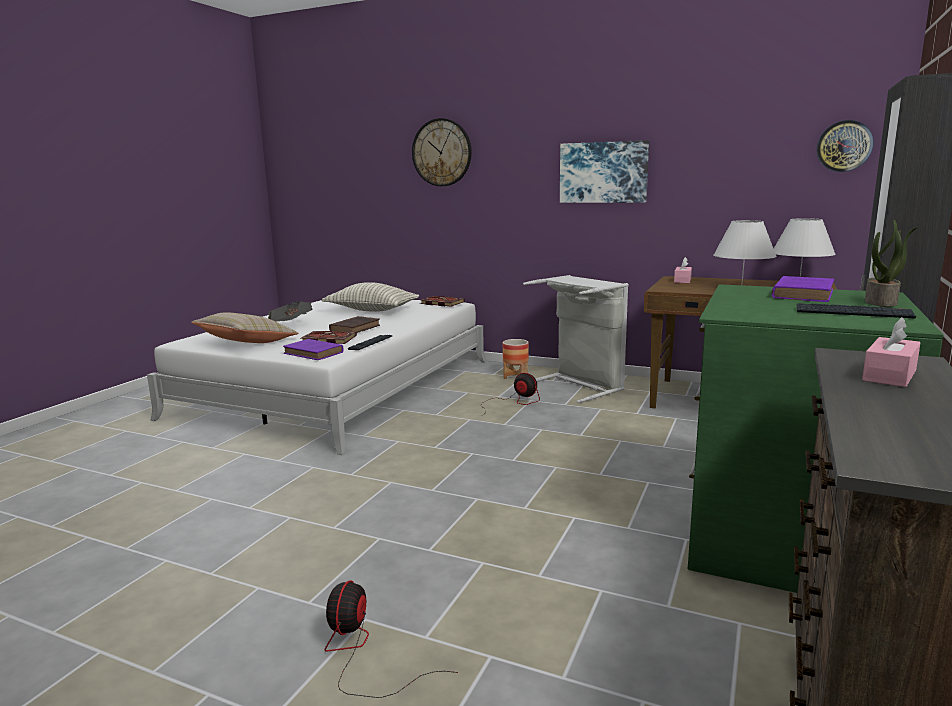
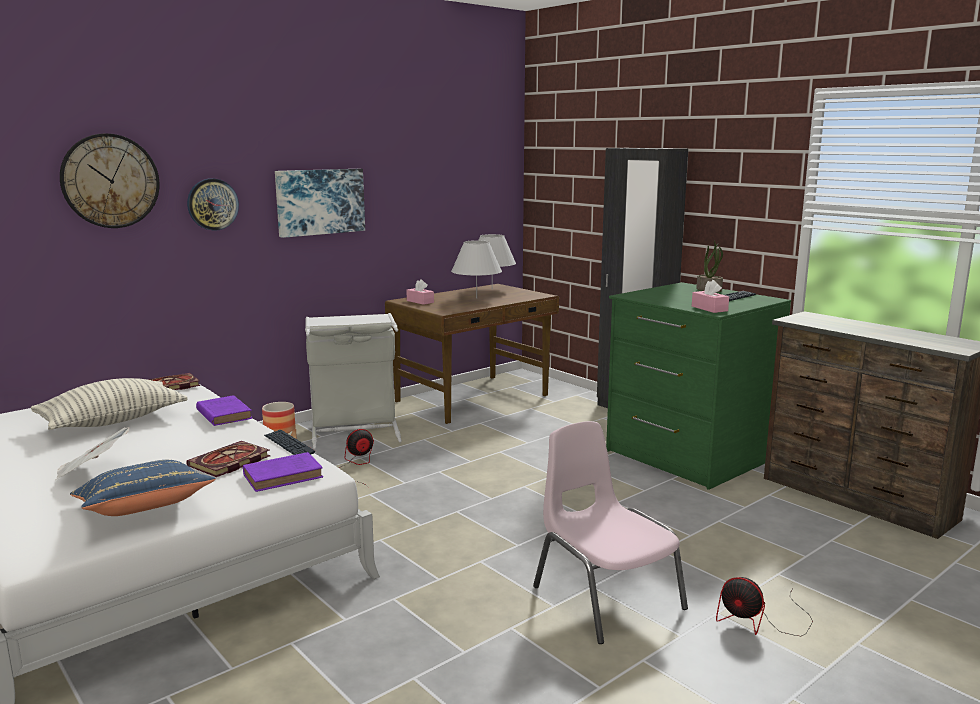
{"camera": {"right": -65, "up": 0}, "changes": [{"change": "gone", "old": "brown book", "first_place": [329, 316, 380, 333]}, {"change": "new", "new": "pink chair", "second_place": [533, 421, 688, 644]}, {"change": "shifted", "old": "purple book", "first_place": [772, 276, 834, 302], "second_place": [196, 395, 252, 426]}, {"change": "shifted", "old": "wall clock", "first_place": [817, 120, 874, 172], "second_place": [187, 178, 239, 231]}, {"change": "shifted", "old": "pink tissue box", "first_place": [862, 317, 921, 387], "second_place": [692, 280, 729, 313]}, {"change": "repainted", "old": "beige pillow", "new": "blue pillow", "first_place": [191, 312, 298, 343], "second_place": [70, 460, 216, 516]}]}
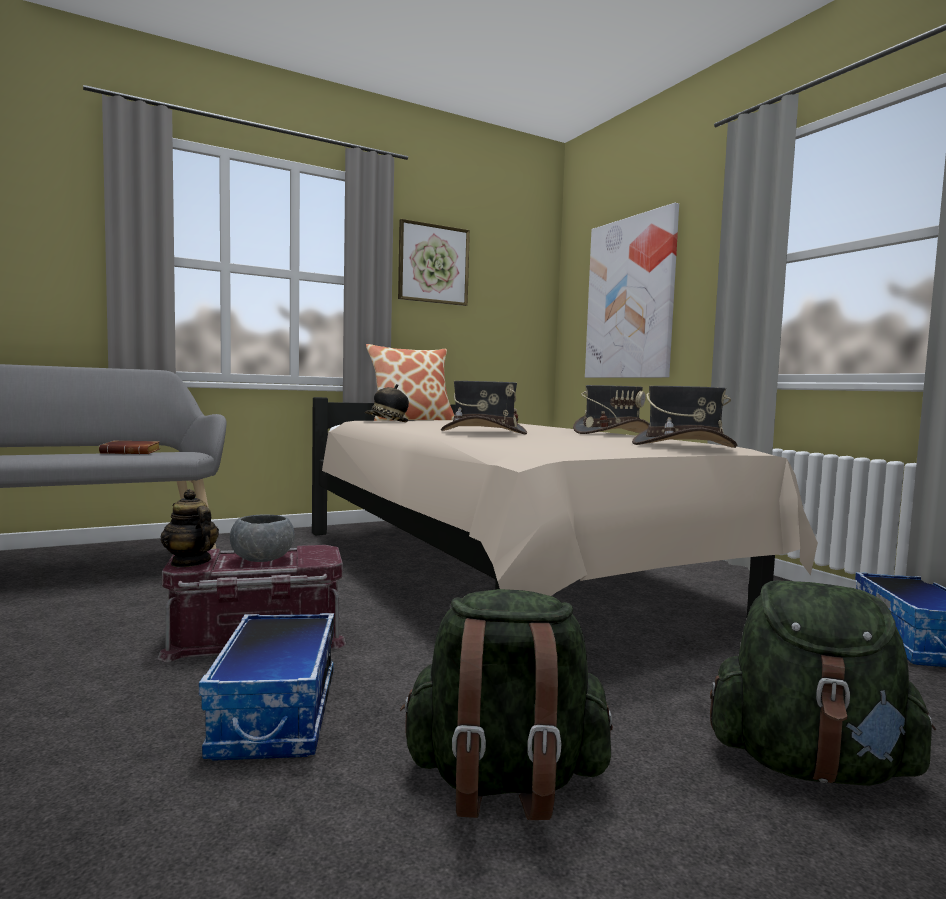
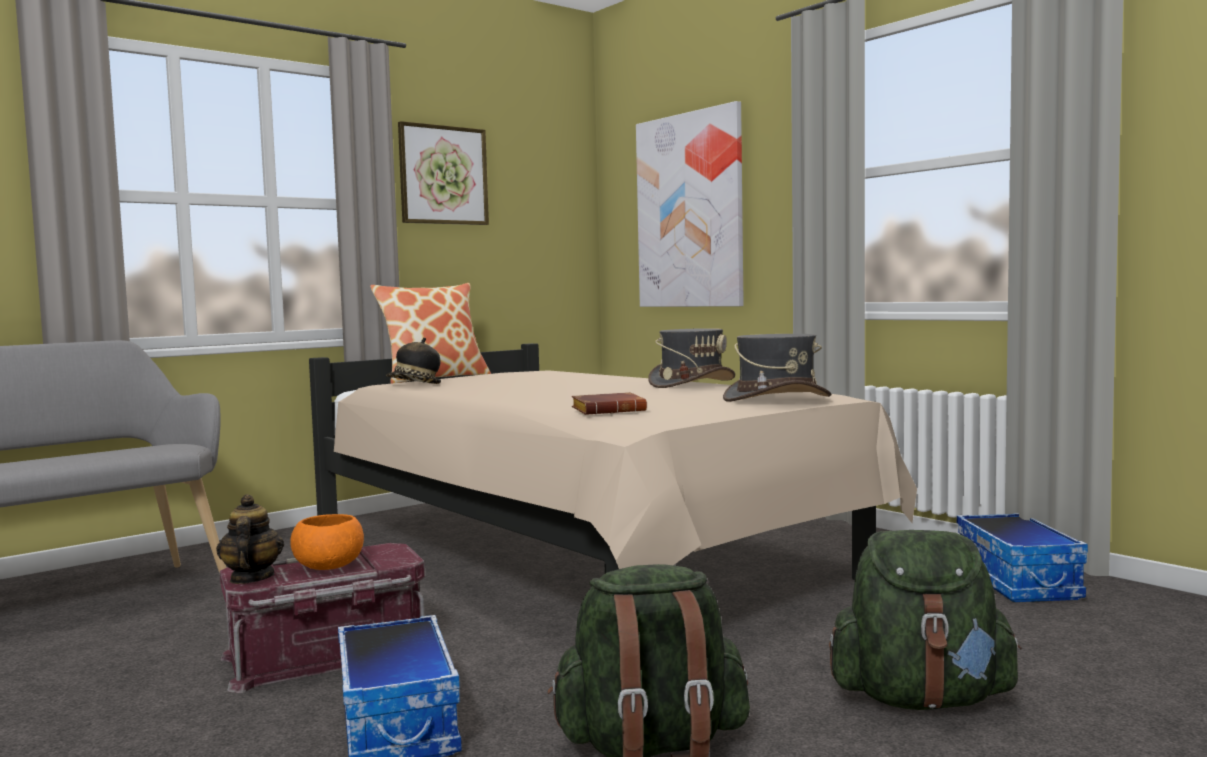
{"camera": {"right": -10, "up": 0}, "changes": [{"change": "gone", "old": "grey hat", "first_place": [441, 381, 527, 434]}, {"change": "shifted", "old": "brown book", "first_place": [99, 441, 160, 454], "second_place": [572, 392, 647, 415]}, {"change": "repainted", "old": "grey bowl", "new": "orange bowl", "first_place": [230, 514, 295, 562], "second_place": [290, 514, 364, 570]}, {"change": "rotated", "old": "teapot", "first_place": [161, 489, 219, 567], "second_place": [216, 494, 284, 584], "degrees": 45}]}
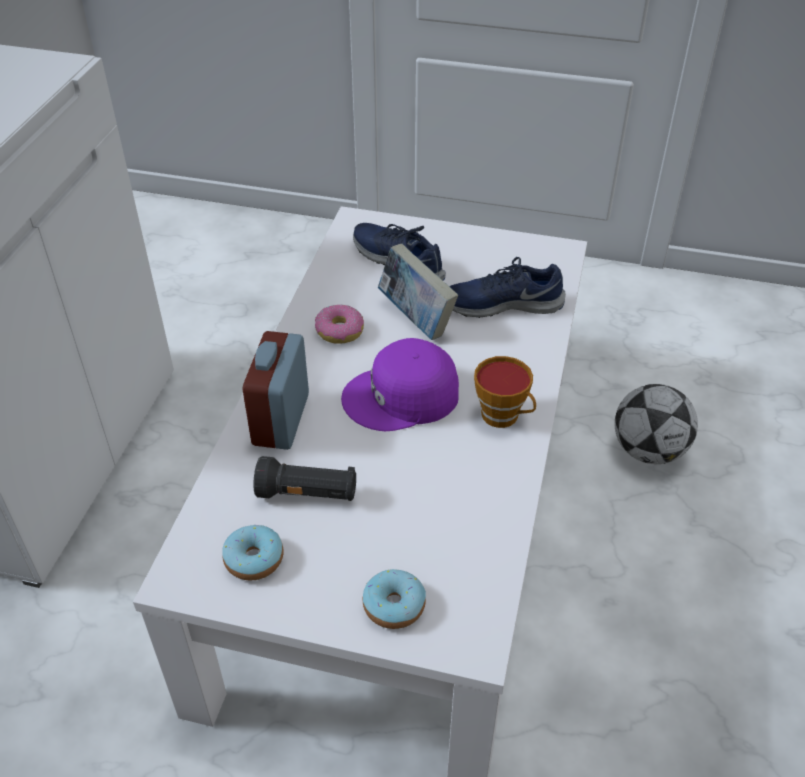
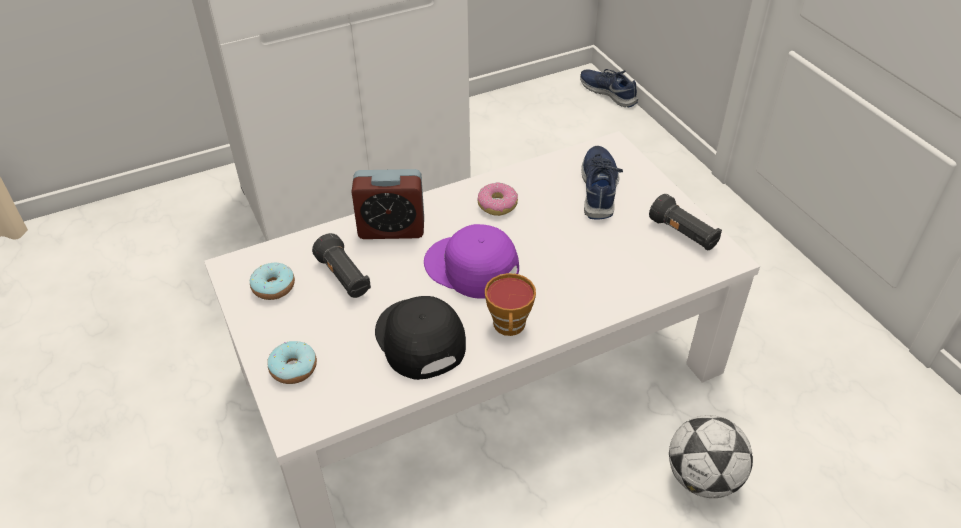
{"camera": {"right": 50, "up": 0}, "changes": [{"change": "gone", "old": "book", "first_place": [378, 244, 458, 340]}, {"change": "new", "new": "black cap", "second_place": [375, 296, 466, 380]}, {"change": "new", "new": "black flashlight", "second_place": [649, 194, 722, 250]}, {"change": "shifted", "old": "blue shoe", "first_place": [449, 257, 566, 318], "second_place": [580, 69, 638, 107]}, {"change": "rotated", "old": "alarm clock", "first_place": [243, 331, 309, 450], "second_place": [351, 169, 424, 239], "degrees": -150}]}
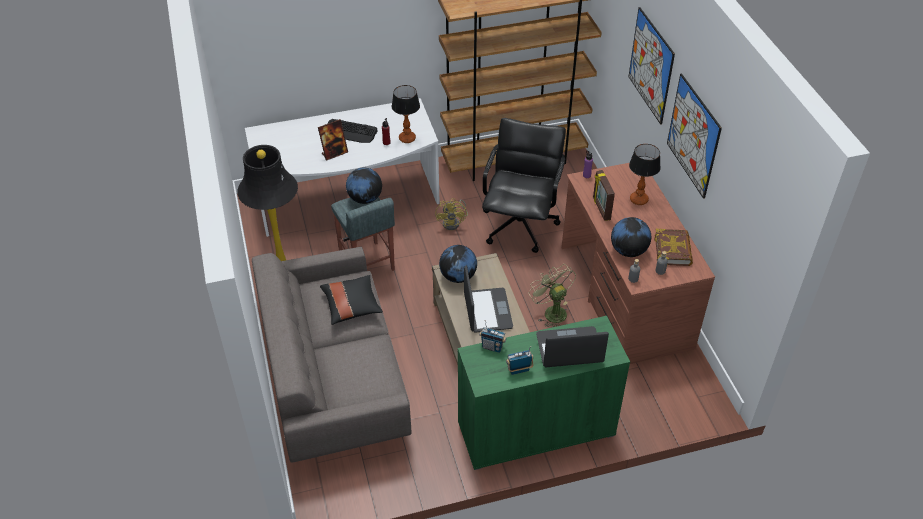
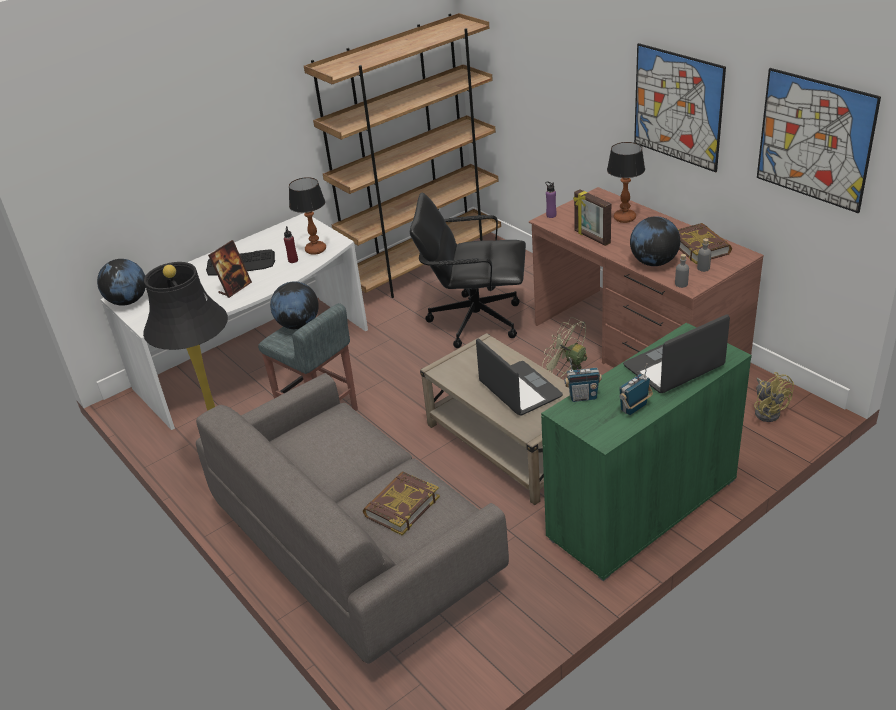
{"camera": {"right": -20, "up": -10}, "changes": [{"change": "gone", "old": "black pillow", "first_place": [320, 275, 383, 325]}, {"change": "new", "new": "book", "second_place": [363, 471, 440, 535]}, {"change": "shifted", "old": "yellow fan", "first_place": [435, 198, 468, 230], "second_place": [754, 372, 794, 422]}, {"change": "shifted", "old": "globe", "first_place": [439, 245, 477, 283], "second_place": [97, 259, 146, 306]}, {"change": "shifted", "old": "picture", "first_place": [628, 7, 675, 125], "second_place": [757, 68, 881, 213]}, {"change": "rotated", "old": "black office chair", "first_place": [482, 118, 566, 253], "second_place": [410, 193, 526, 348], "degrees": -75}]}
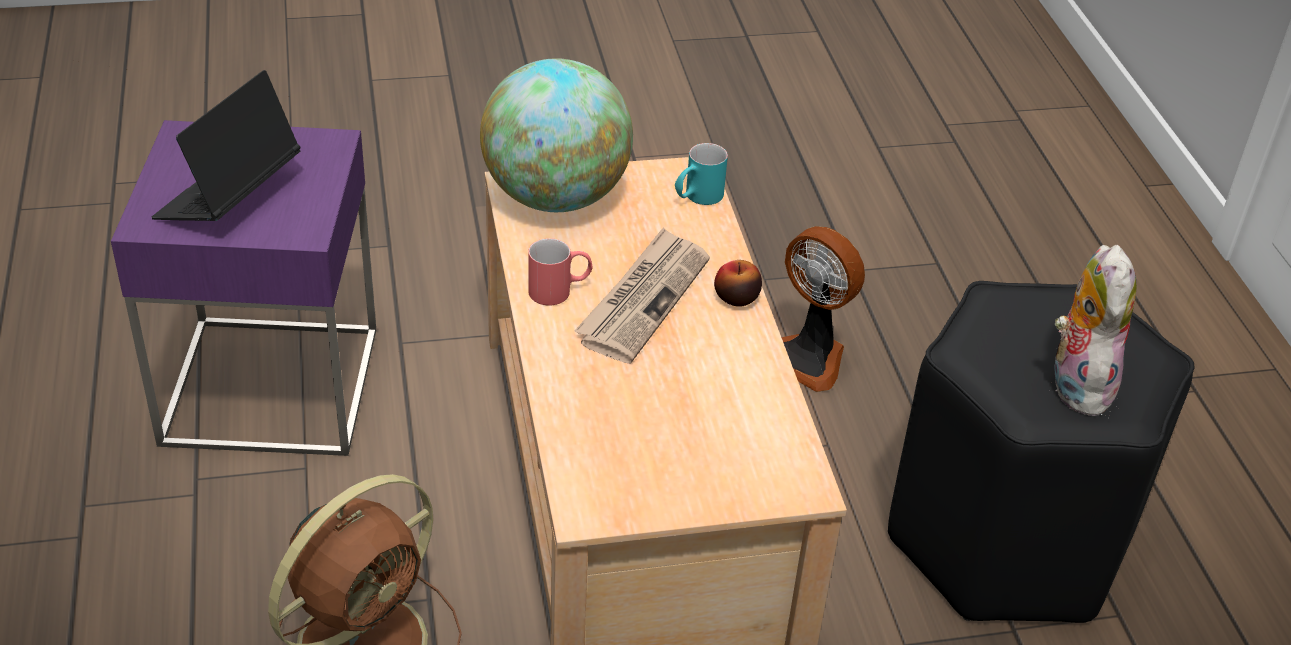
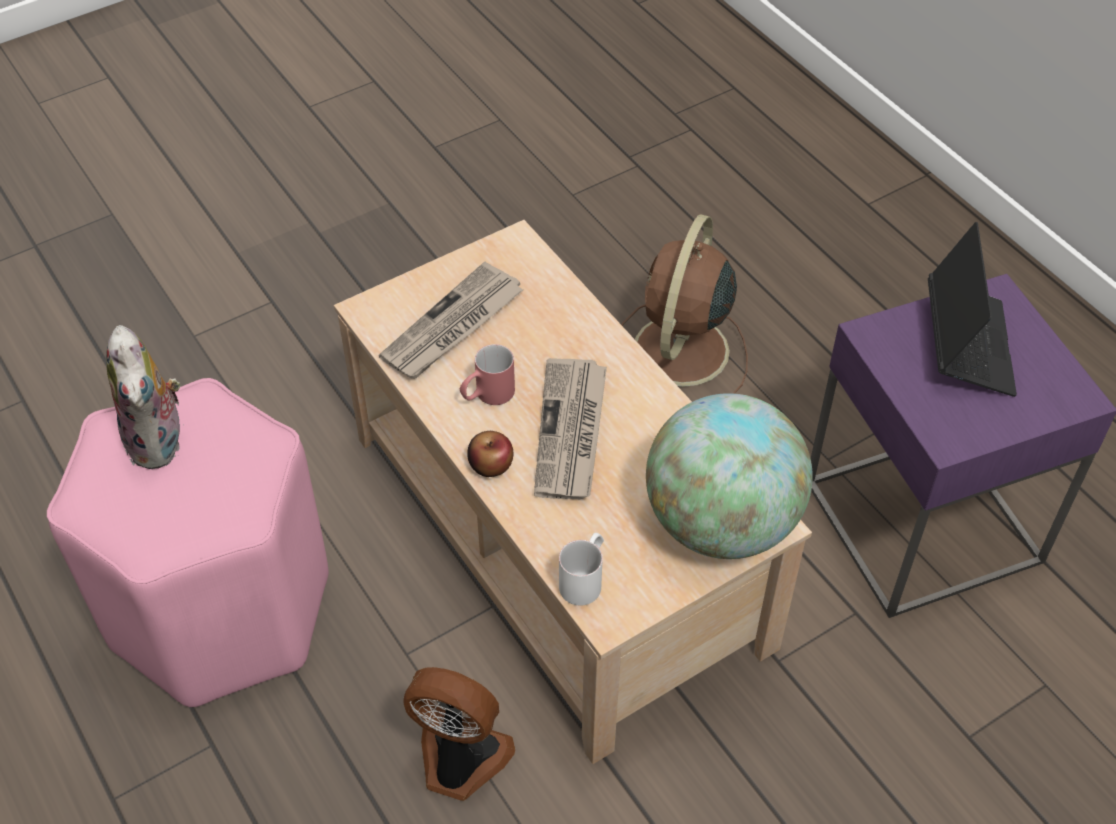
{"camera": {"right": 160, "up": 10}, "changes": [{"change": "new", "new": "newspaper", "second_place": [379, 262, 523, 379]}, {"change": "shifted", "old": "red mug", "first_place": [528, 238, 592, 306], "second_place": [460, 344, 515, 405]}, {"change": "repainted", "old": "turquoise mug", "new": "white mug", "first_place": [675, 143, 728, 205], "second_place": [559, 533, 604, 606]}, {"change": "repainted", "old": "black stool", "new": "pink stool", "first_place": [888, 281, 1194, 623], "second_place": [47, 378, 329, 707]}]}
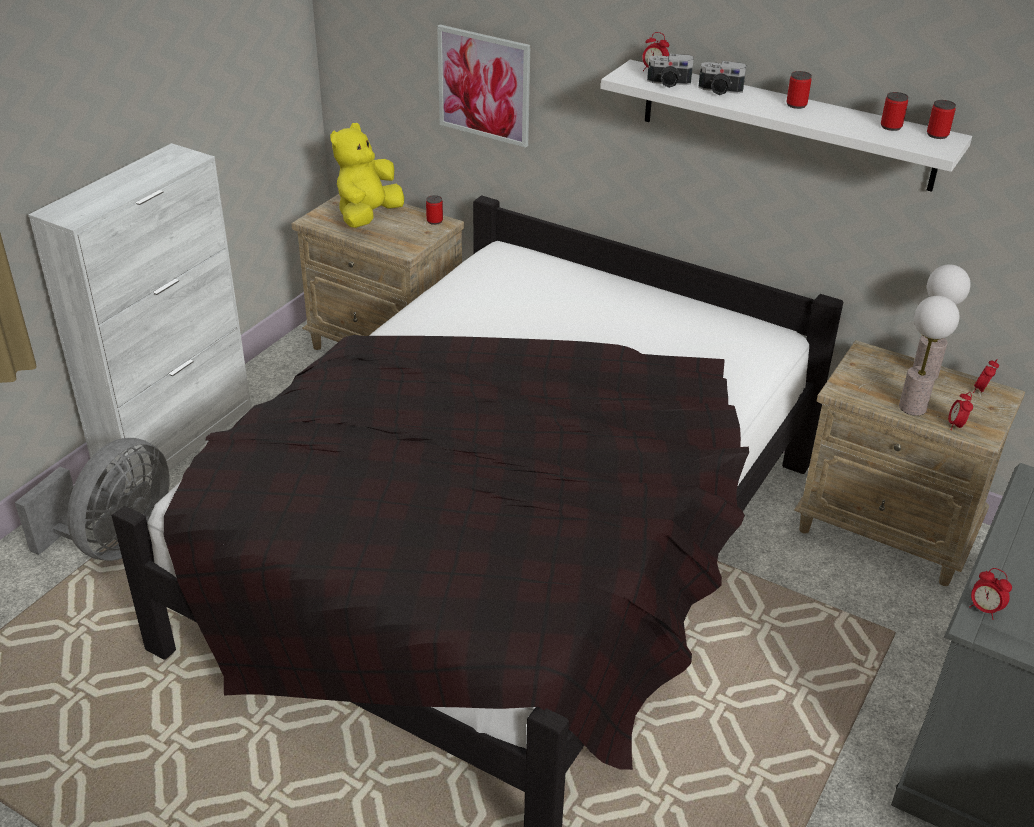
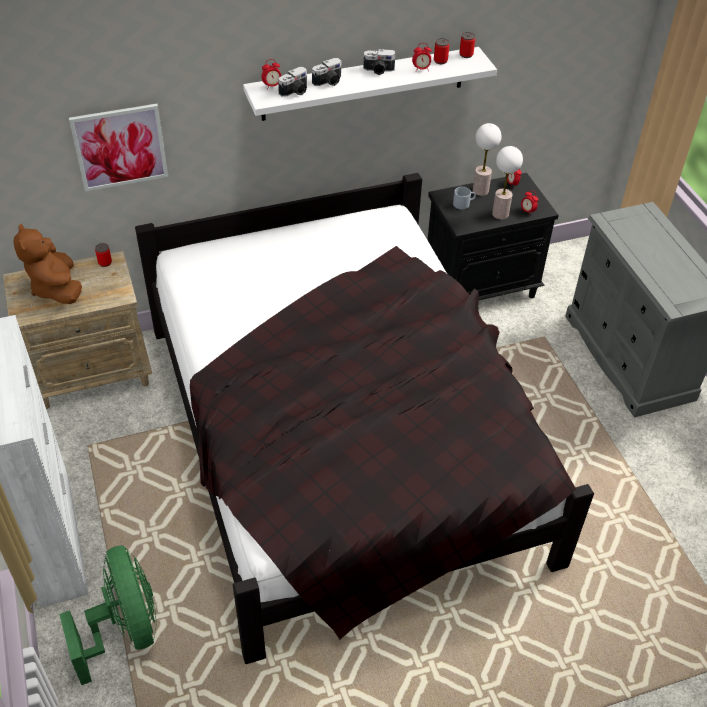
{"camera": {"right": -50, "up": 10}, "changes": [{"change": "new", "new": "grey mug", "second_place": [453, 187, 476, 209]}, {"change": "shifted", "old": "alarm clock", "first_place": [969, 568, 1012, 620], "second_place": [412, 43, 432, 72]}, {"change": "swapped", "old": "can", "new": "photo camera", "first_place": [786, 71, 812, 109], "second_place": [364, 49, 395, 75]}, {"change": "repainted", "old": "grey fan", "new": "green fan", "first_place": [15, 438, 170, 561], "second_place": [59, 545, 156, 685]}, {"change": "repainted", "old": "yellow plush toy", "new": "brown plush toy", "first_place": [330, 123, 404, 228], "second_place": [13, 224, 82, 304]}, {"change": "repainted", "old": "beige nightstand", "new": "black nightstand", "first_place": [794, 340, 1025, 586], "second_place": [428, 173, 559, 300]}]}
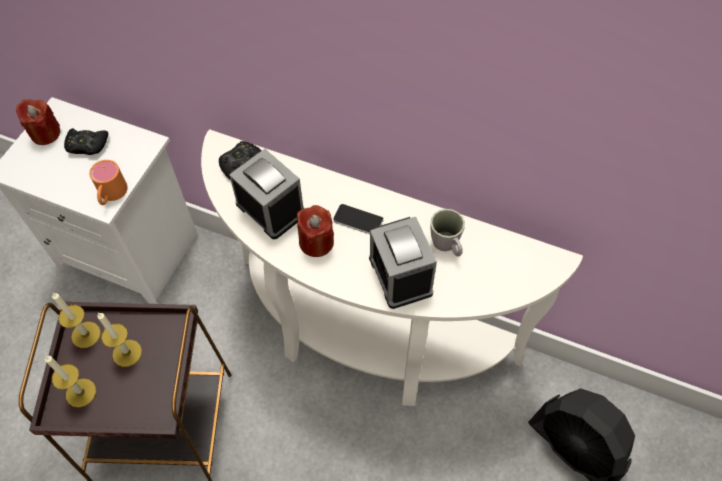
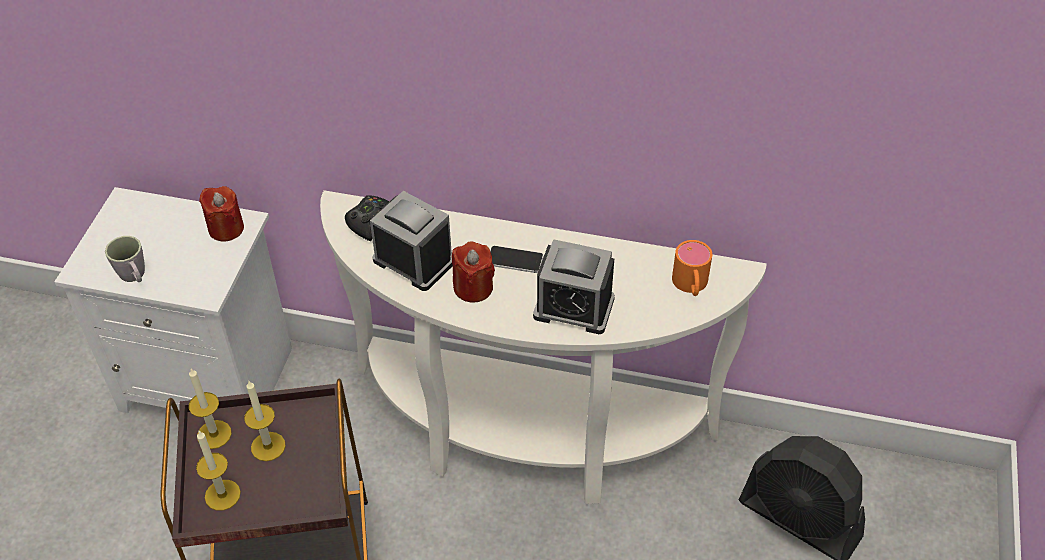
{"camera": {"right": -10, "up": -10}, "changes": [{"change": "gone", "old": "black game controller", "first_place": [64, 128, 108, 155]}, {"change": "shifted", "old": "red candle", "first_place": [16, 99, 60, 145], "second_place": [199, 186, 244, 241]}, {"change": "shifted", "old": "orange mug", "first_place": [89, 160, 128, 205], "second_place": [672, 240, 712, 296]}, {"change": "shifted", "old": "grey mug", "first_place": [430, 209, 465, 257], "second_place": [105, 236, 145, 282]}, {"change": "rotated", "old": "alarm clock", "first_place": [369, 217, 437, 309], "second_place": [533, 239, 615, 334], "degrees": -45}]}
